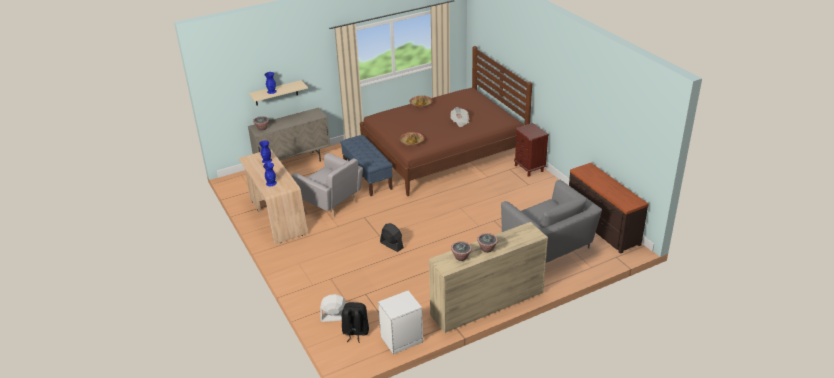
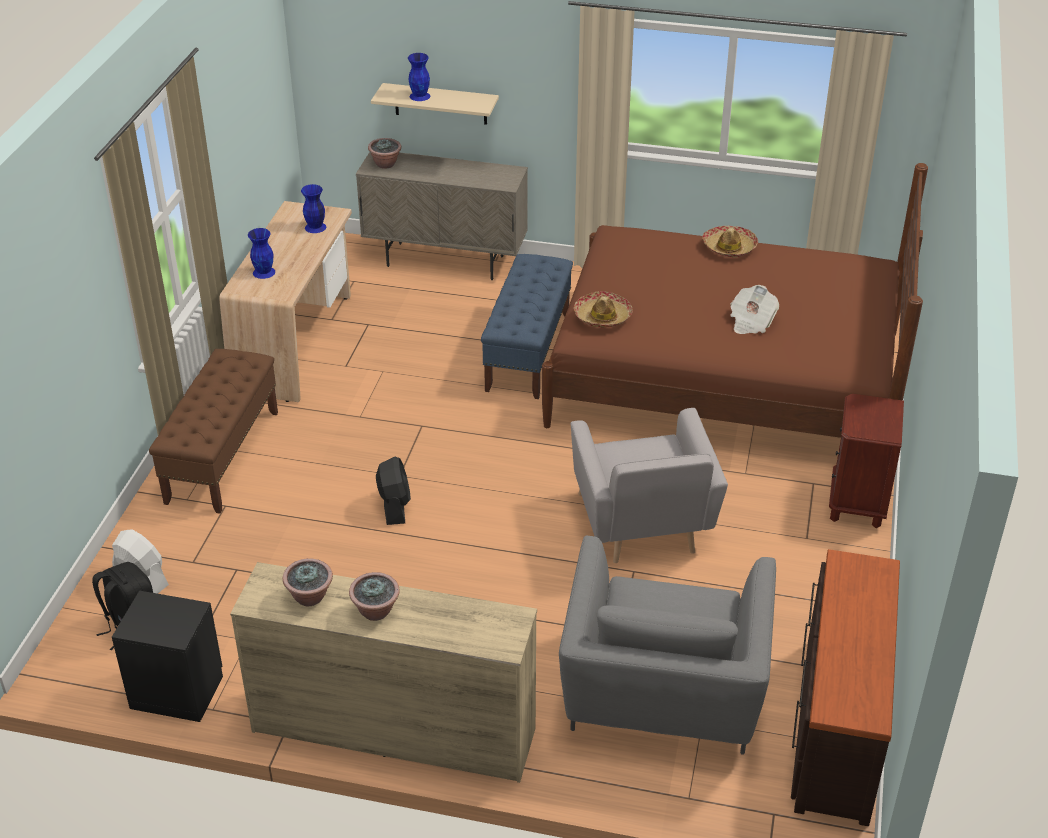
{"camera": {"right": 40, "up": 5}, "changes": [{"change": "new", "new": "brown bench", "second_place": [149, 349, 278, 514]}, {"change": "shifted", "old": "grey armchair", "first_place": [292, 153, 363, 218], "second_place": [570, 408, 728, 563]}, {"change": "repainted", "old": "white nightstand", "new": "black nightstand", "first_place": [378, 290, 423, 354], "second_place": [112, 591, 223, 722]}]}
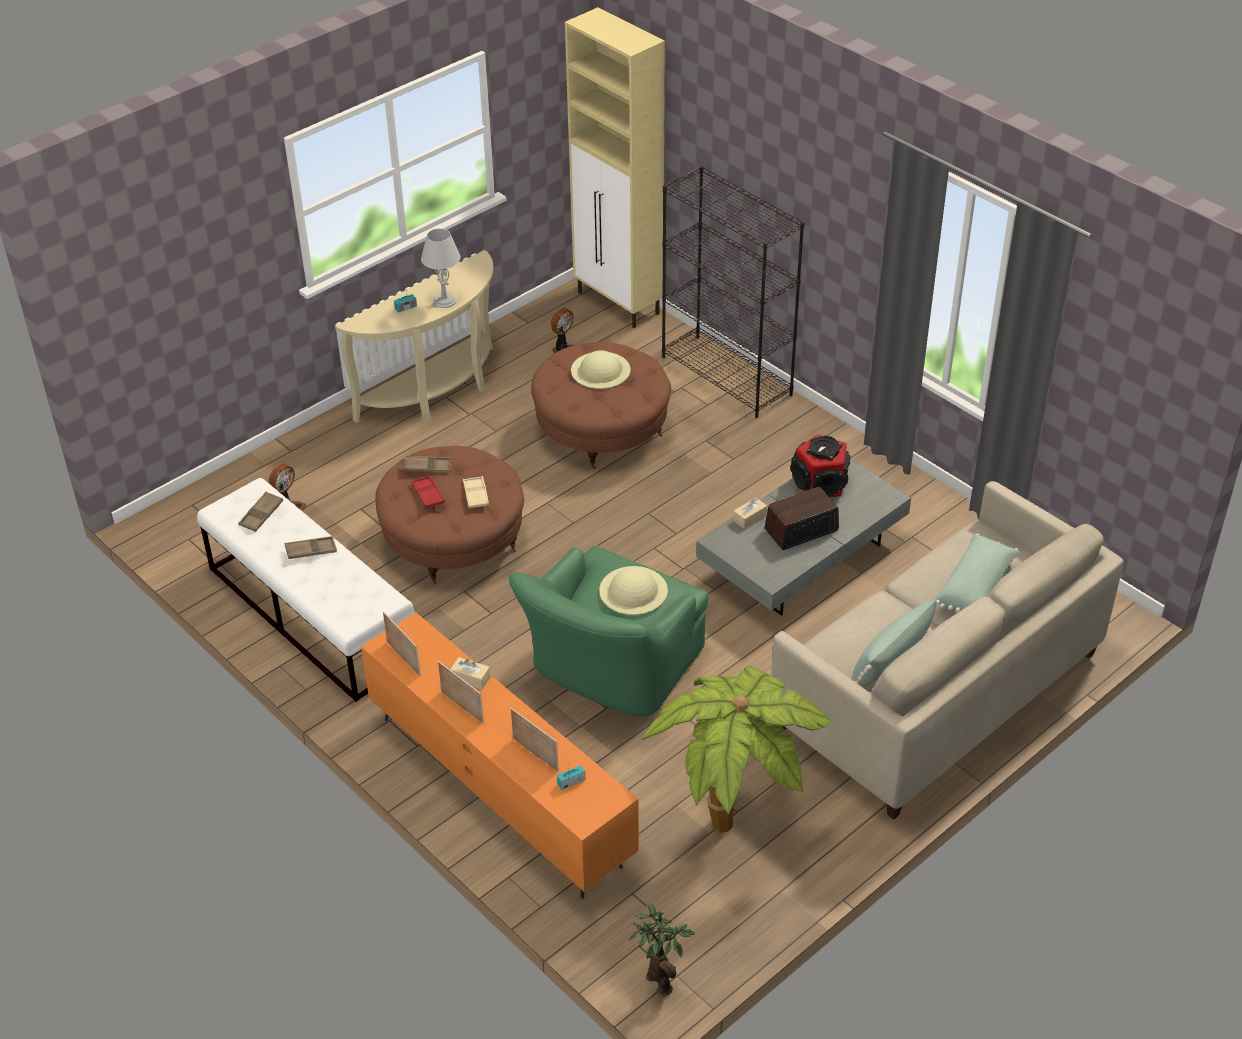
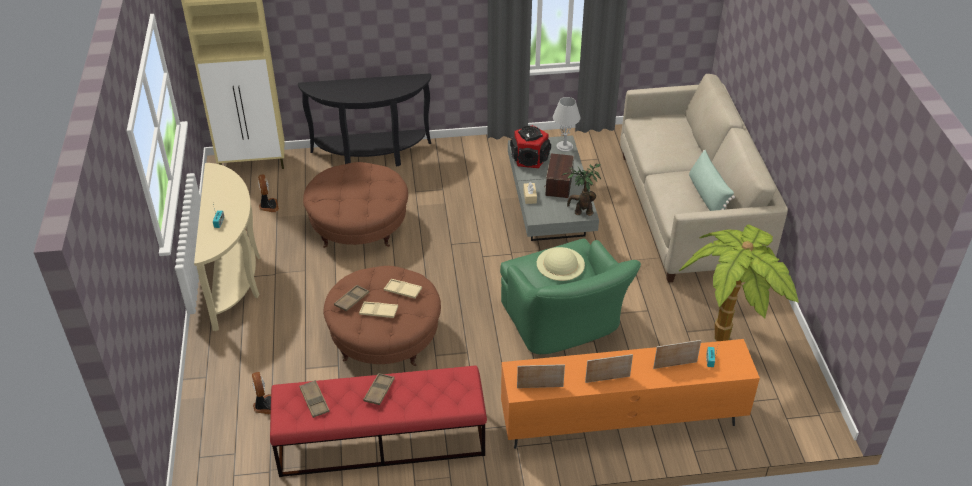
{"camera": {"right": -55, "up": 0}, "changes": [{"change": "gone", "old": "beige tissue box", "first_place": [450, 657, 491, 689]}, {"change": "gone", "old": "beige hat", "first_place": [571, 350, 631, 389]}, {"change": "gone", "old": "green pillow", "first_place": [934, 534, 1021, 612]}, {"change": "shifted", "old": "grey table lamp", "first_place": [421, 228, 461, 308], "second_place": [553, 97, 580, 152]}, {"change": "shifted", "old": "potted plant", "first_place": [629, 903, 695, 996], "second_place": [562, 163, 601, 216]}, {"change": "swapped", "old": "black bookcase", "new": "black console table", "first_place": [662, 166, 805, 418], "second_place": [298, 73, 431, 166]}, {"change": "repainted", "old": "white bench", "new": "red bench", "first_place": [197, 478, 415, 702], "second_place": [270, 366, 487, 477]}, {"change": "repainted", "old": "red tray", "new": "beige tray", "first_place": [411, 475, 445, 508], "second_place": [359, 302, 398, 318]}]}
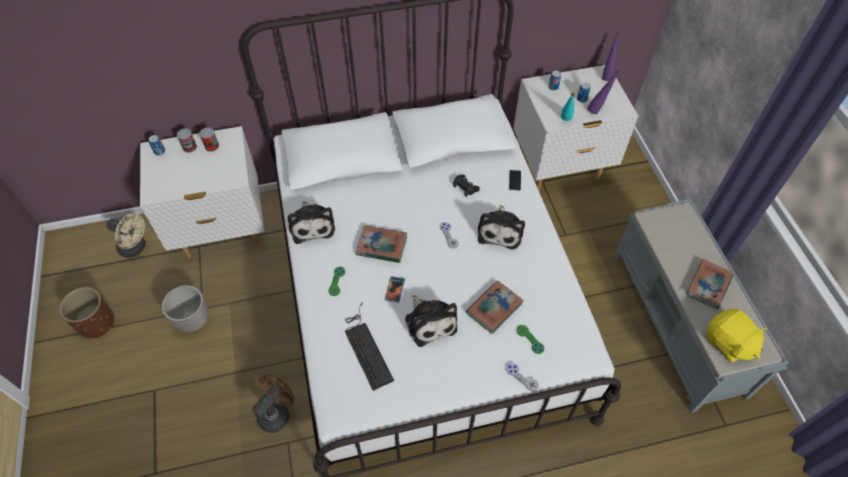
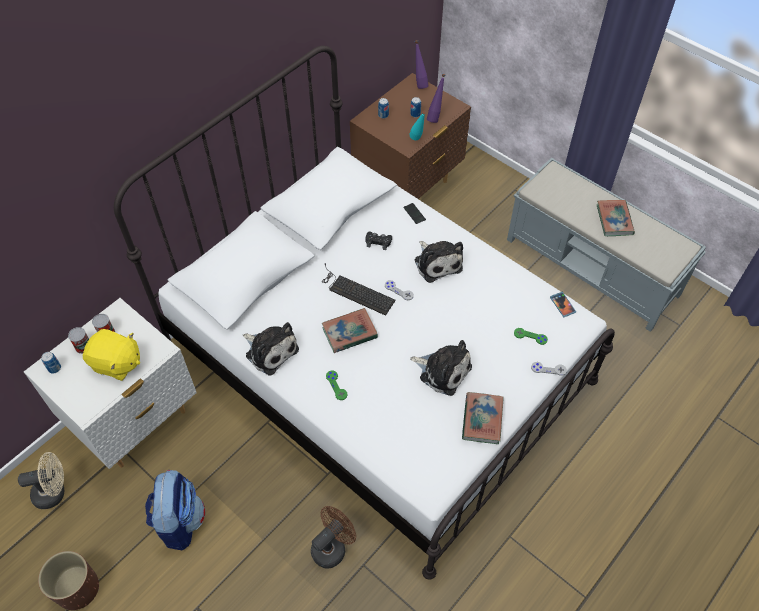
{"camera": {"right": -35, "up": 0}, "changes": [{"change": "shifted", "old": "keyboard", "first_place": [345, 302, 394, 391], "second_place": [322, 263, 396, 316]}, {"change": "shifted", "old": "phone", "first_place": [385, 276, 405, 302], "second_place": [550, 292, 576, 317]}, {"change": "shifted", "old": "book", "first_place": [466, 281, 524, 334], "second_place": [462, 392, 504, 444]}, {"change": "shifted", "old": "yellow plush toy", "first_place": [707, 309, 767, 363], "second_place": [83, 329, 140, 381]}, {"change": "swapped", "old": "planter", "new": "backpack", "first_place": [162, 285, 209, 332], "second_place": [145, 470, 205, 550]}, {"change": "repainted", "old": "white nightstand", "new": "brown nightstand", "first_place": [513, 65, 638, 190], "second_place": [350, 73, 471, 199]}, {"change": "rotated", "old": "brown fan", "first_place": [253, 374, 295, 433], "second_place": [311, 506, 356, 569], "degrees": 45}]}
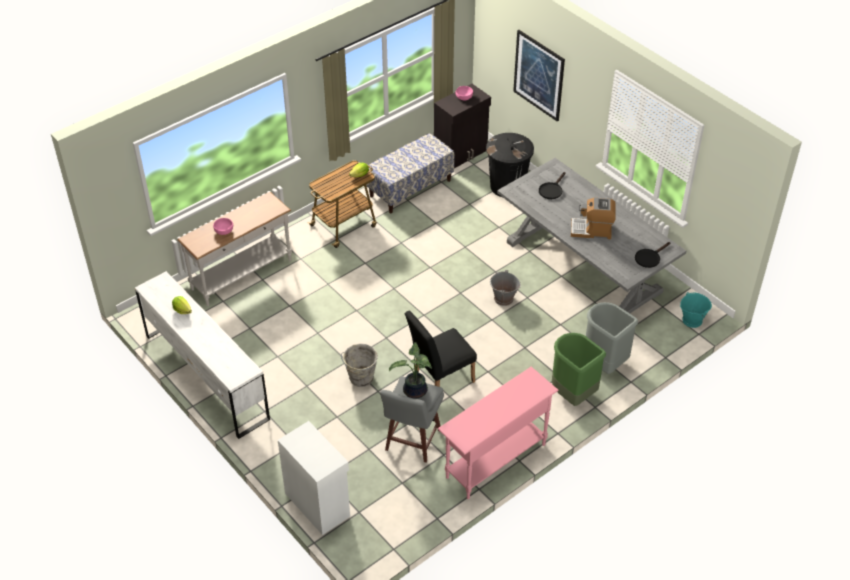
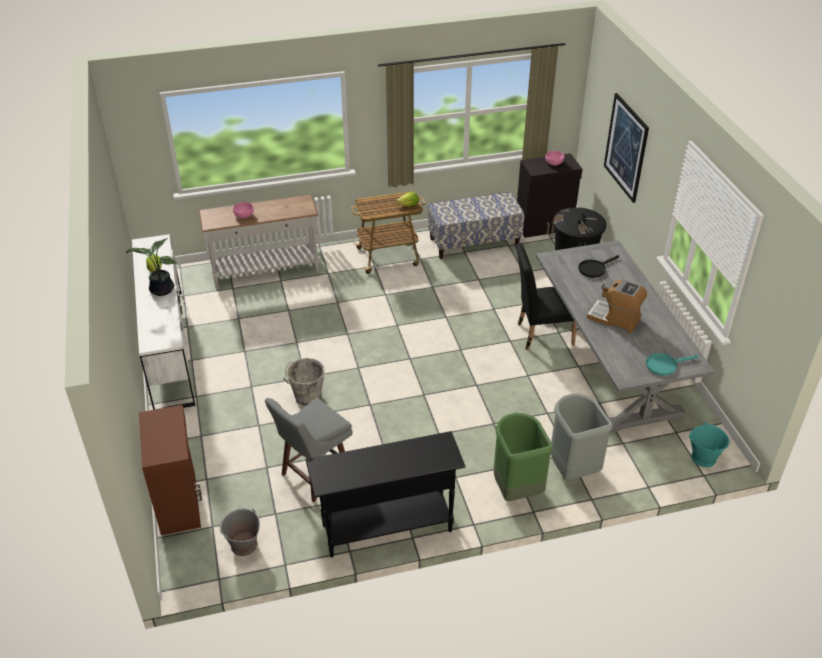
{"camera": {"right": 25, "up": -5}, "changes": [{"change": "shifted", "old": "potted plant", "first_place": [389, 342, 432, 399], "second_place": [126, 238, 177, 296]}, {"change": "shifted", "old": "black chair", "first_place": [405, 311, 477, 387], "second_place": [516, 244, 577, 350]}, {"change": "shifted", "old": "grey bucket", "first_place": [490, 270, 521, 306], "second_place": [220, 508, 260, 556]}, {"change": "repainted", "old": "white cabinet", "new": "brown cabinet", "first_place": [278, 421, 350, 535], "second_place": [139, 405, 202, 535]}, {"change": "repainted", "old": "pink console table", "new": "black console table", "first_place": [438, 367, 559, 499], "second_place": [306, 431, 466, 558]}, {"change": "repainted", "old": "black frying pan", "new": "turquoise frying pan", "first_place": [635, 242, 670, 268], "second_place": [646, 353, 699, 376]}]}
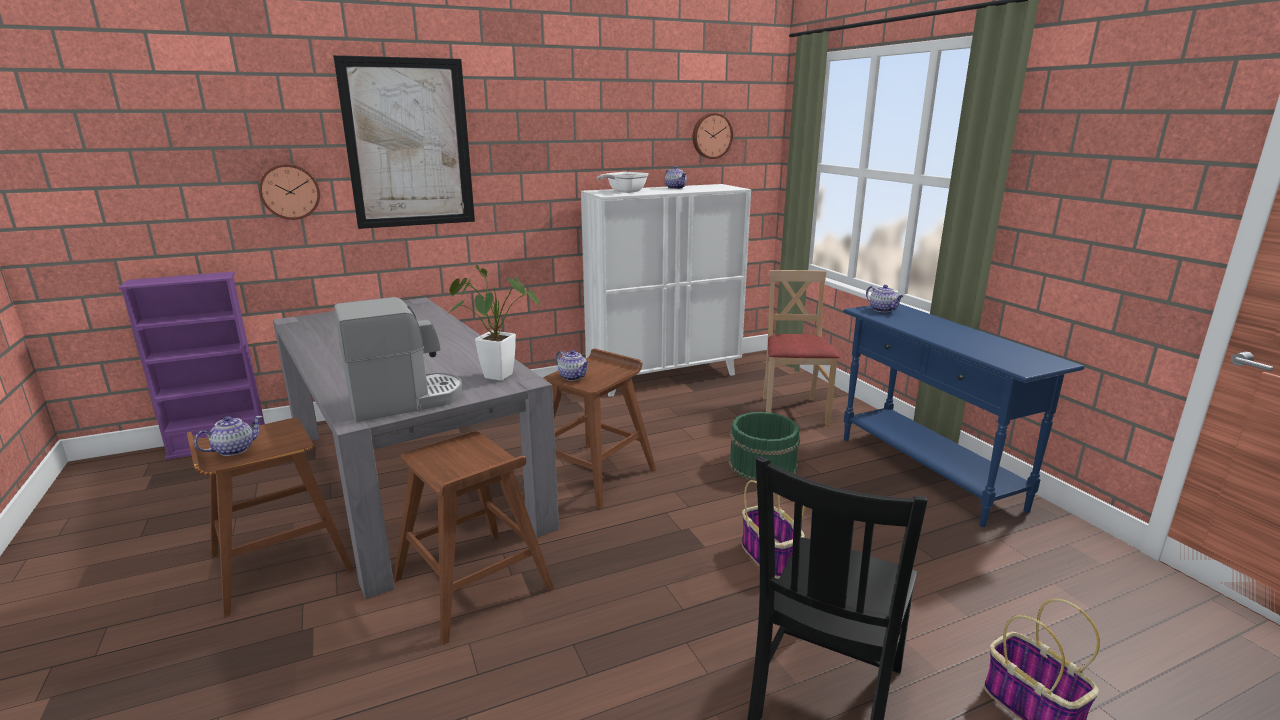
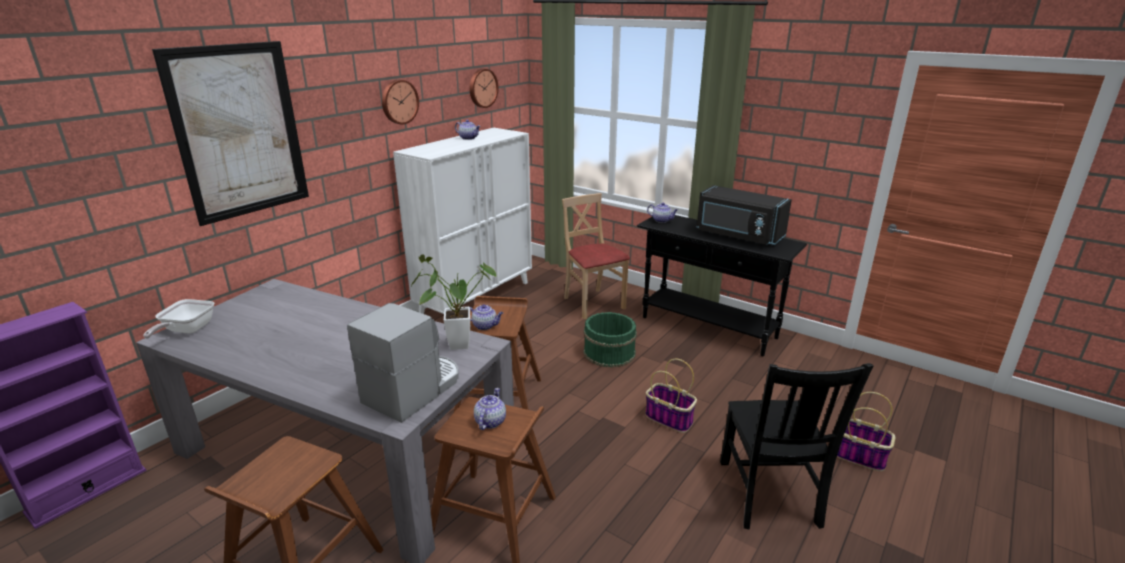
{"camera": {"right": -30, "up": 5}, "changes": [{"change": "new", "new": "black microwave", "second_place": [697, 185, 792, 245]}, {"change": "shifted", "old": "teapot", "first_place": [194, 416, 263, 456], "second_place": [474, 388, 506, 430]}, {"change": "shifted", "old": "wall clock", "first_place": [259, 164, 320, 220], "second_place": [382, 80, 419, 124]}, {"change": "shifted", "old": "frying pan", "first_place": [597, 172, 649, 193], "second_place": [143, 299, 214, 339]}, {"change": "repainted", "old": "blue console table", "new": "black console table", "first_place": [843, 304, 1085, 527], "second_place": [637, 215, 807, 356]}]}
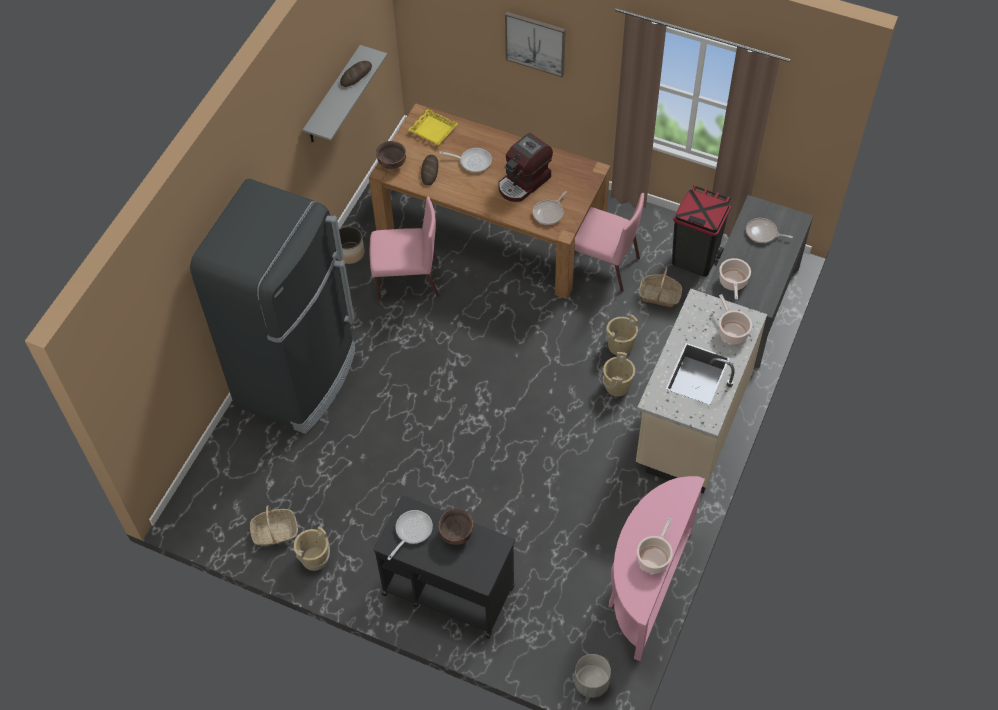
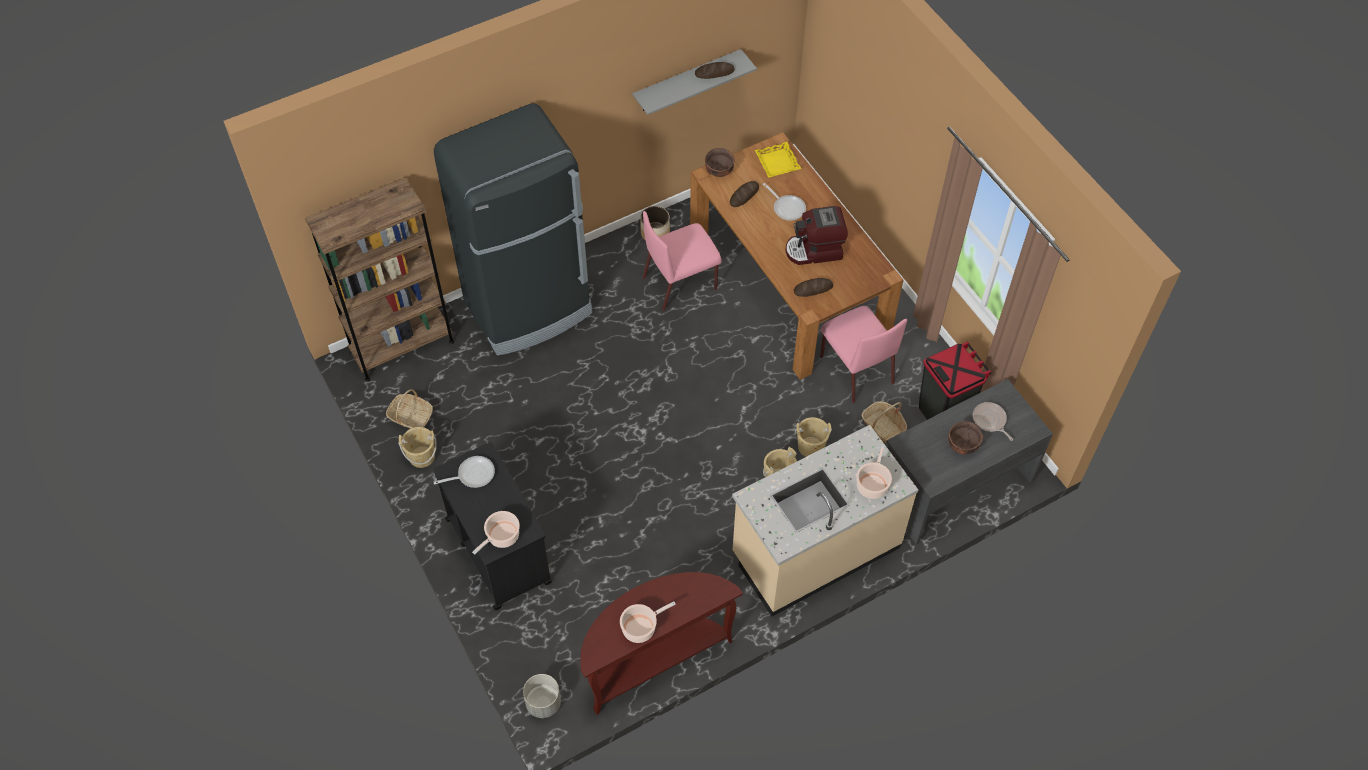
{"camera": {"right": 35, "up": 0}, "changes": [{"change": "gone", "old": "picture", "first_place": [505, 12, 566, 77]}, {"change": "new", "new": "brown bookcase", "second_place": [305, 177, 454, 381]}, {"change": "shifted", "old": "brown bowl", "first_place": [439, 509, 473, 545], "second_place": [948, 421, 983, 454]}, {"change": "shifted", "old": "cooking pot", "first_place": [719, 258, 751, 300], "second_place": [472, 511, 520, 555]}, {"change": "swapped", "old": "frying pan", "new": "bread", "first_place": [533, 191, 567, 225], "second_place": [794, 278, 833, 297]}, {"change": "repainted", "old": "pink console table", "new": "brown console table", "first_place": [609, 476, 705, 661], "second_place": [580, 572, 743, 715]}, {"change": "rotated", "old": "pink chair", "first_place": [370, 197, 440, 301], "second_place": [643, 211, 722, 311], "degrees": 120}]}
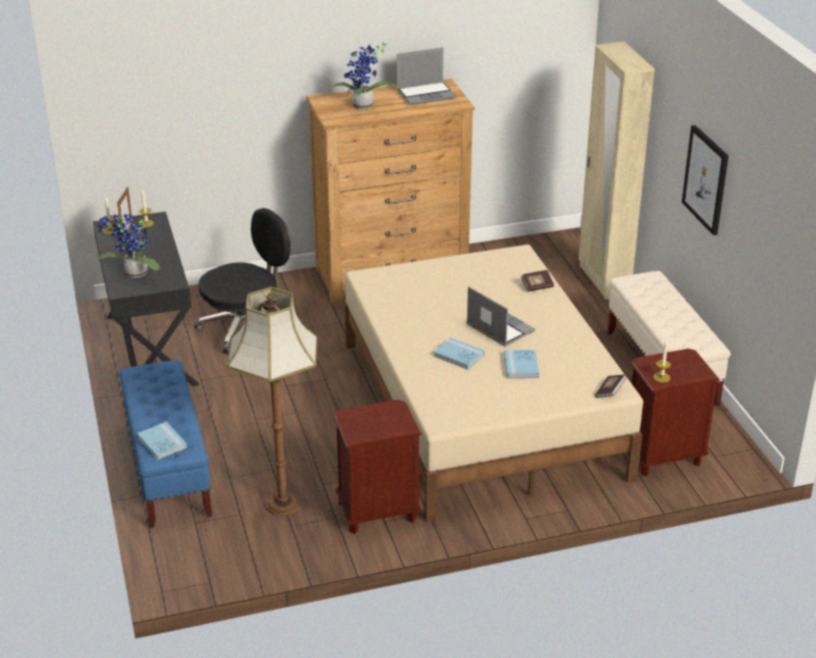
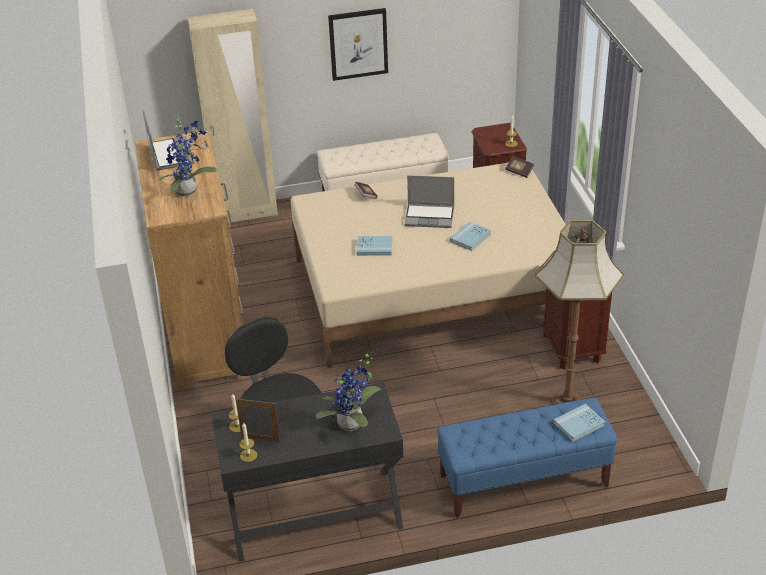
{"camera": {"right": -85, "up": 5}, "changes": [{"change": "shifted", "old": "blue book", "first_place": [504, 350, 539, 378], "second_place": [356, 236, 392, 256]}, {"change": "rotated", "old": "laptop", "first_place": [467, 286, 535, 346], "second_place": [404, 175, 454, 228], "degrees": -135}]}
